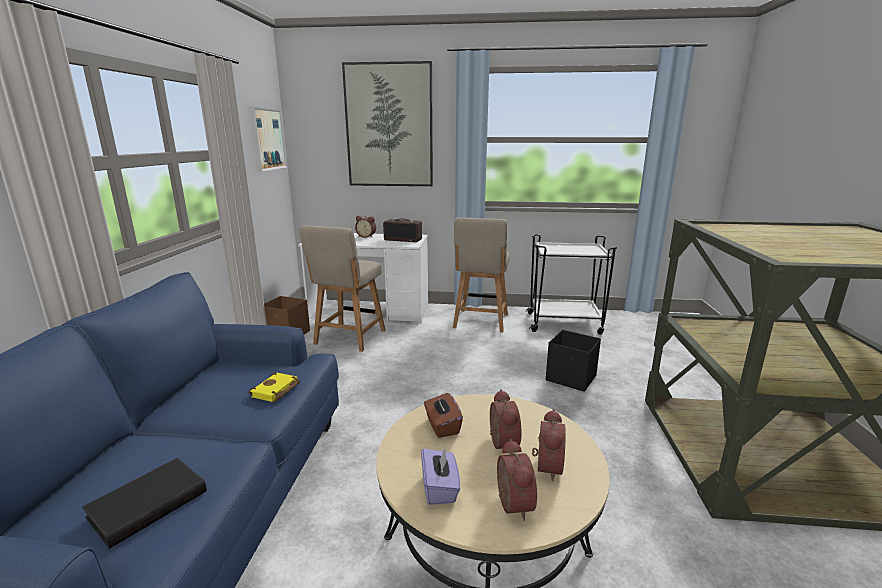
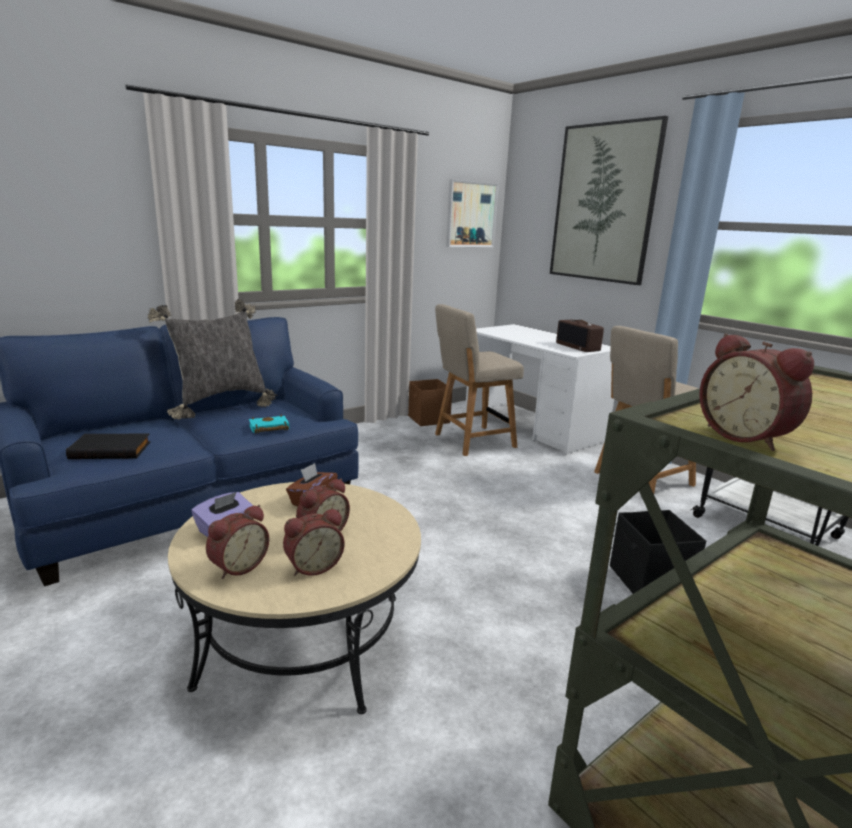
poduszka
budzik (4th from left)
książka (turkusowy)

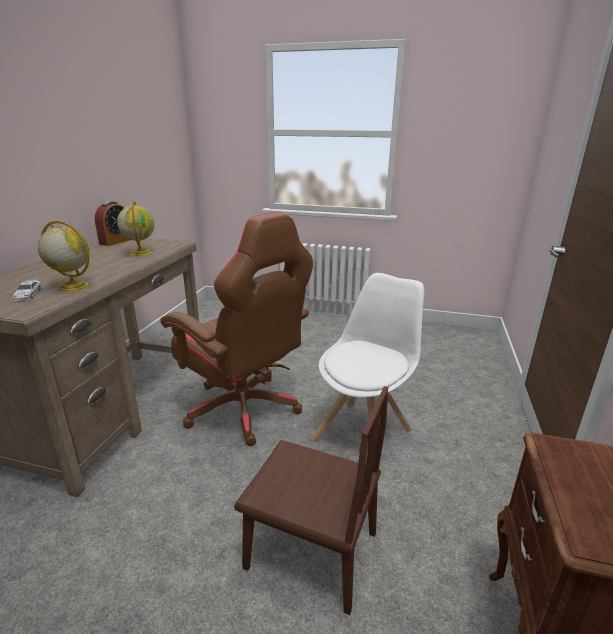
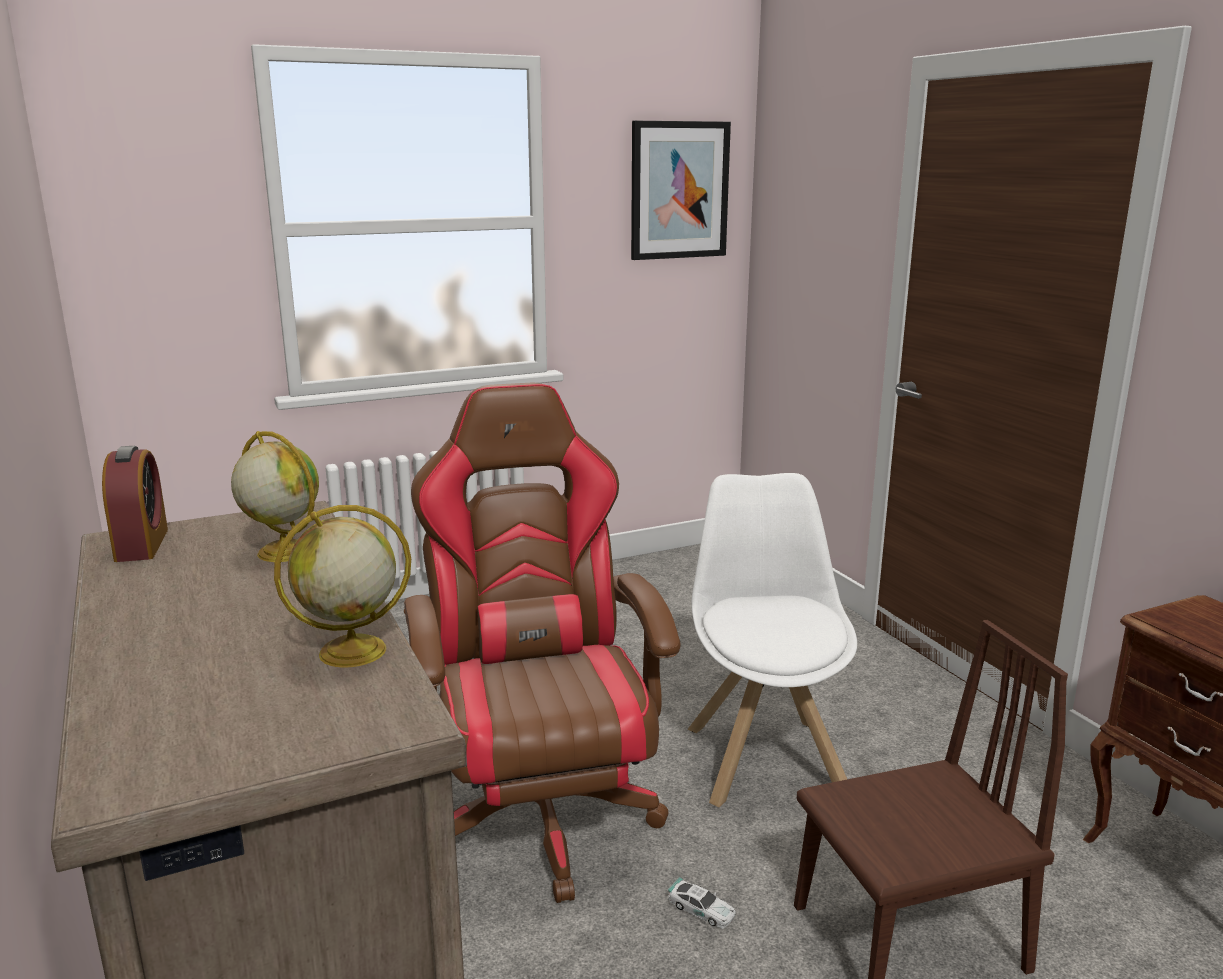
obraz
samochodzik
krzesło biurowe (brązowy)

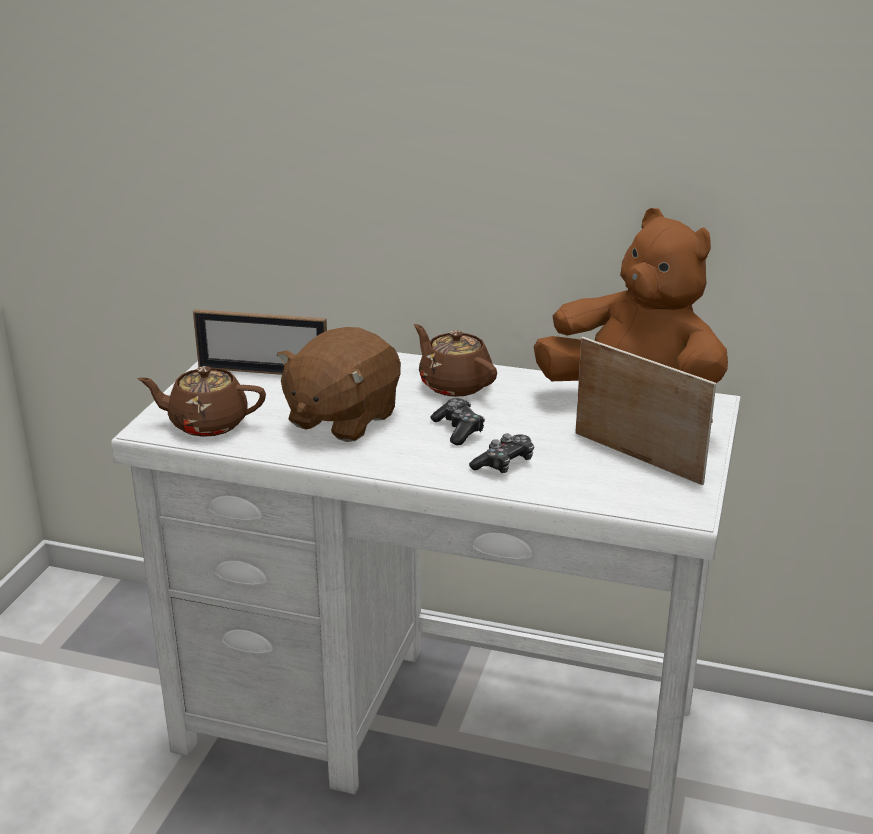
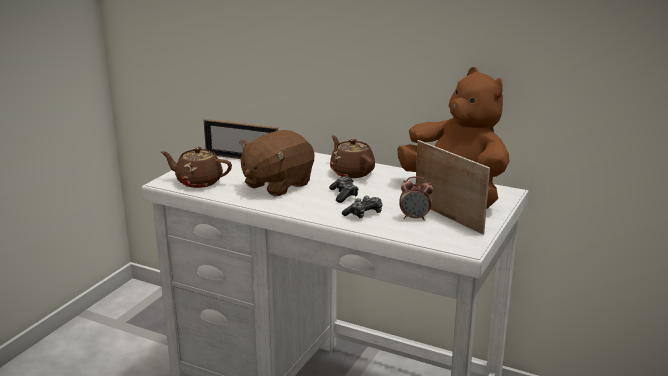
budzik

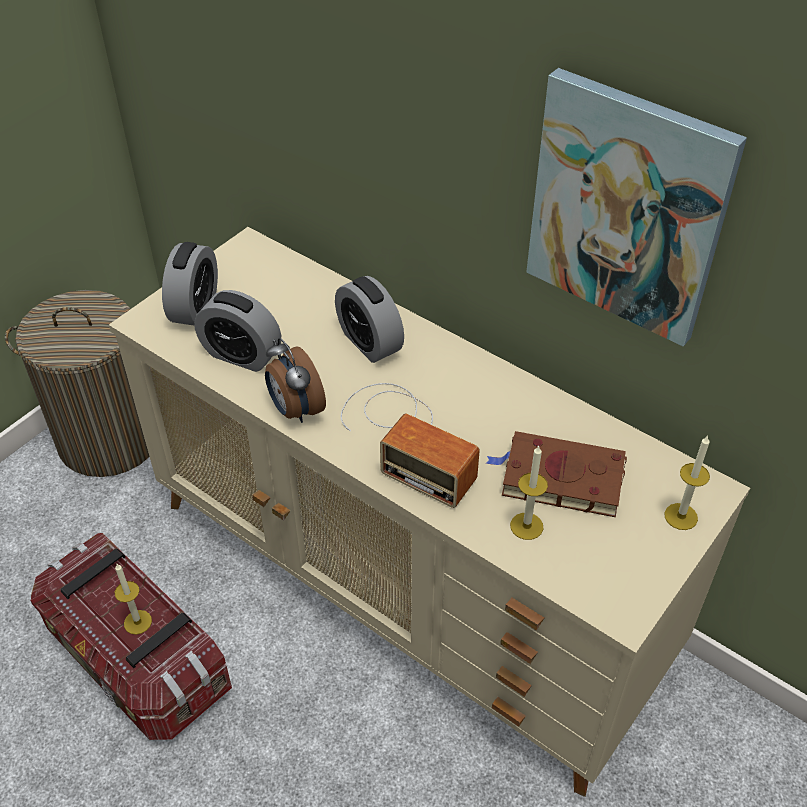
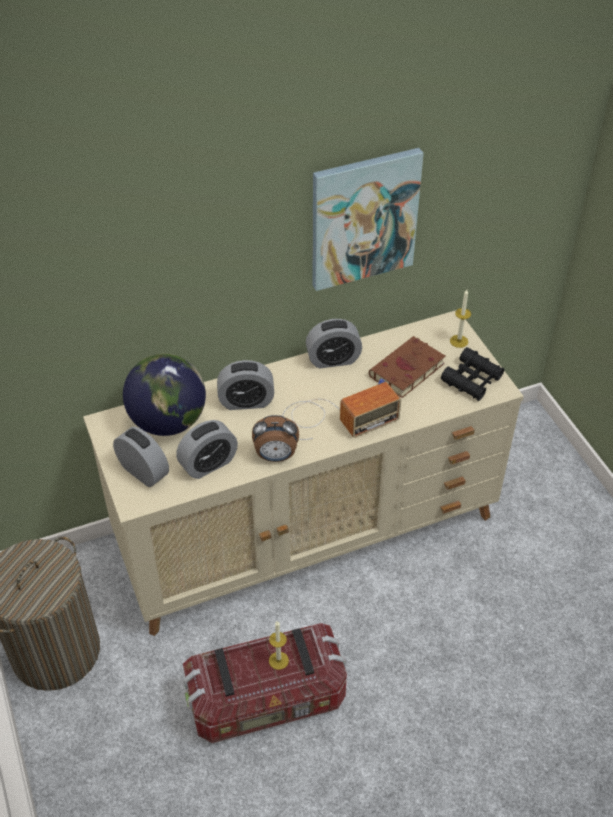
świeca (2nd from left in the first image)
globus
budzik (5th from left)
lornetka (czarny)

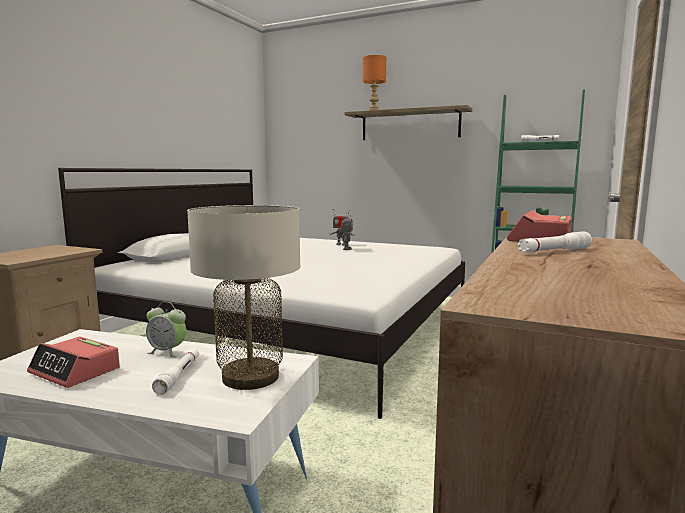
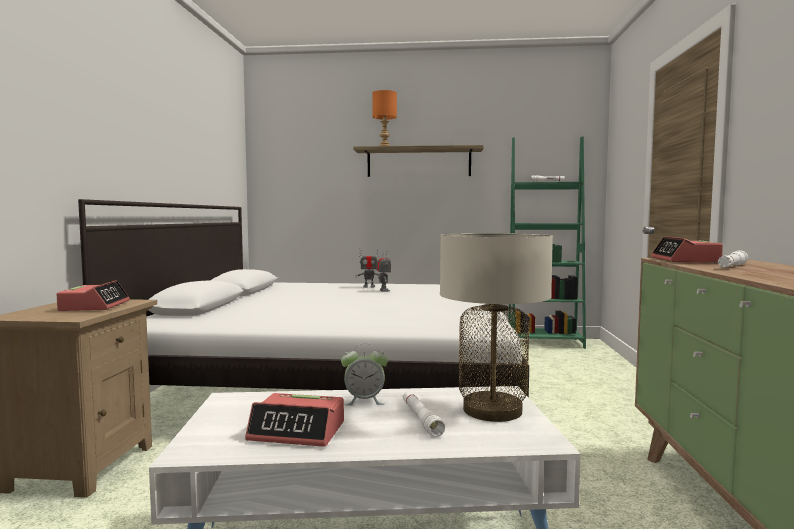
budzik (1st from left)

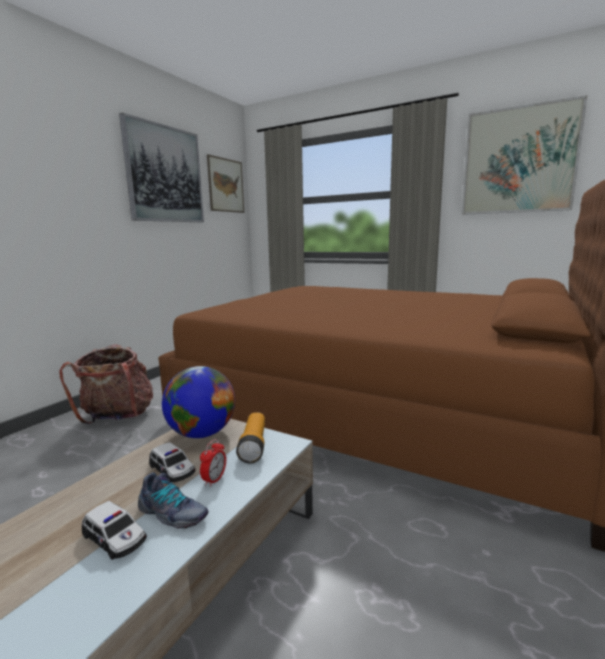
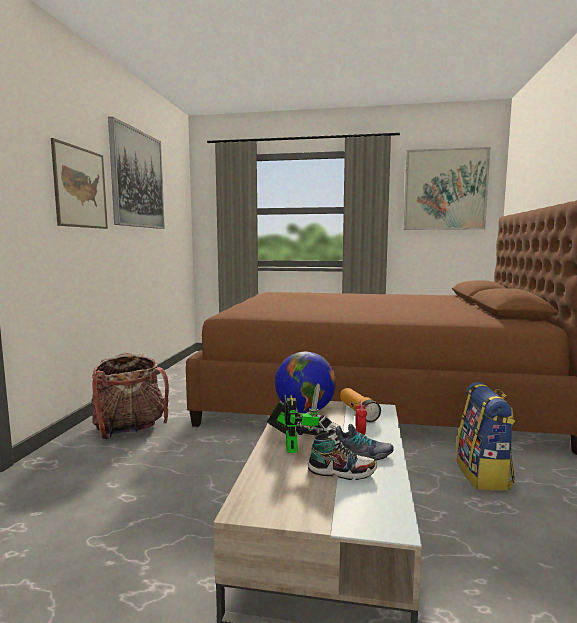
robot zabawkowy
plecak (2nd from left)
obraz (1st from left)
but (1st from left)

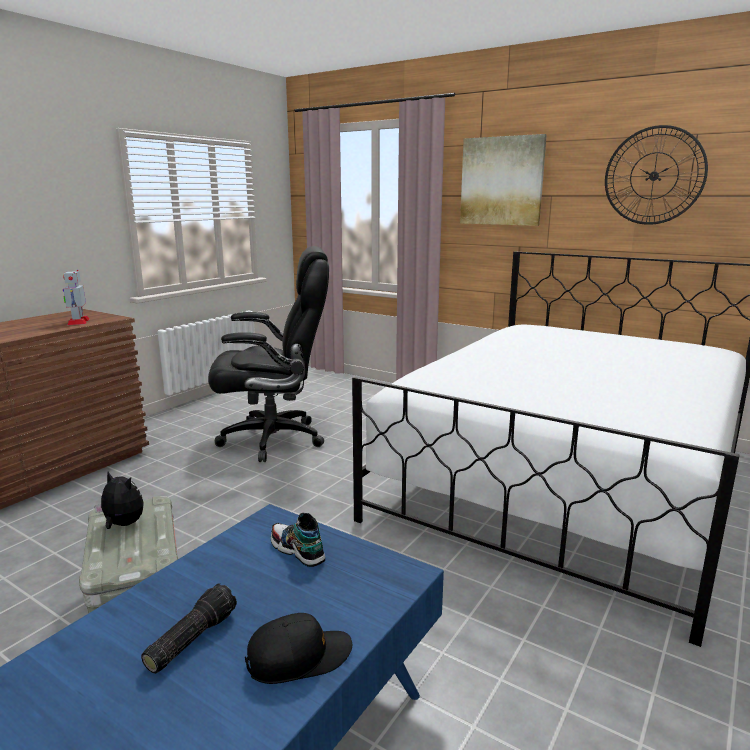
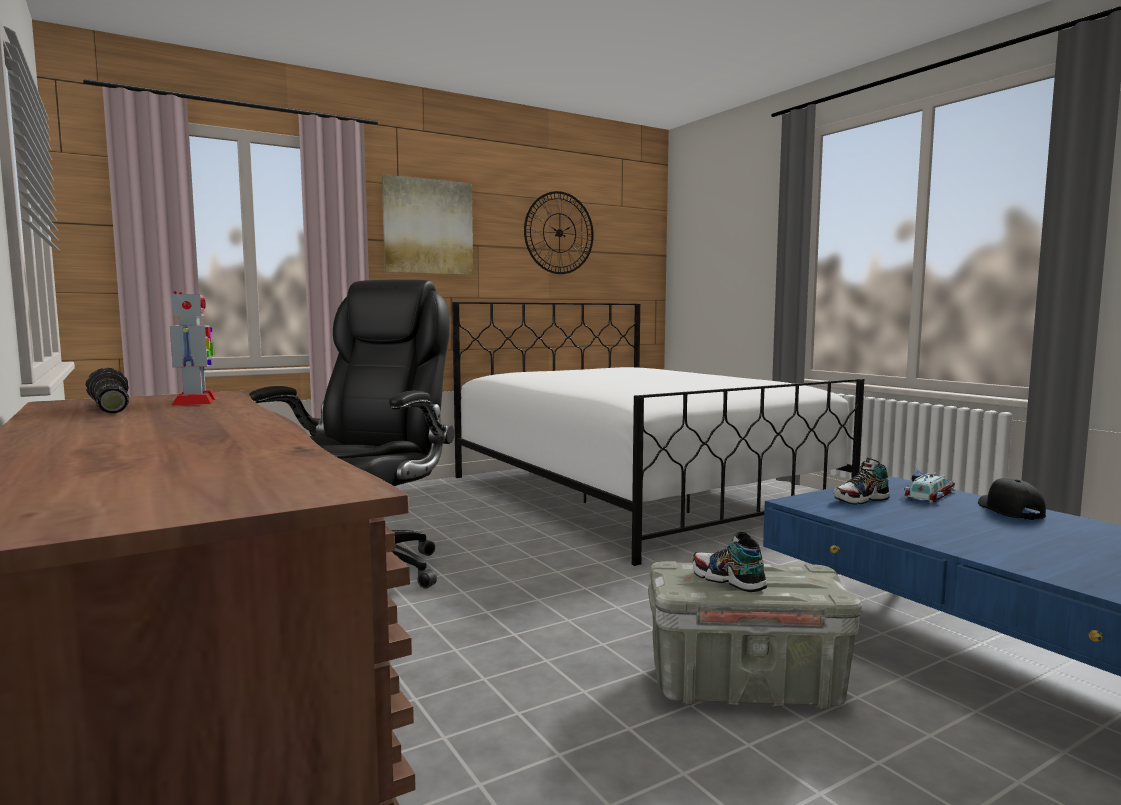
samochodzik
latarka
but (1st from left)
robot zabawkowy

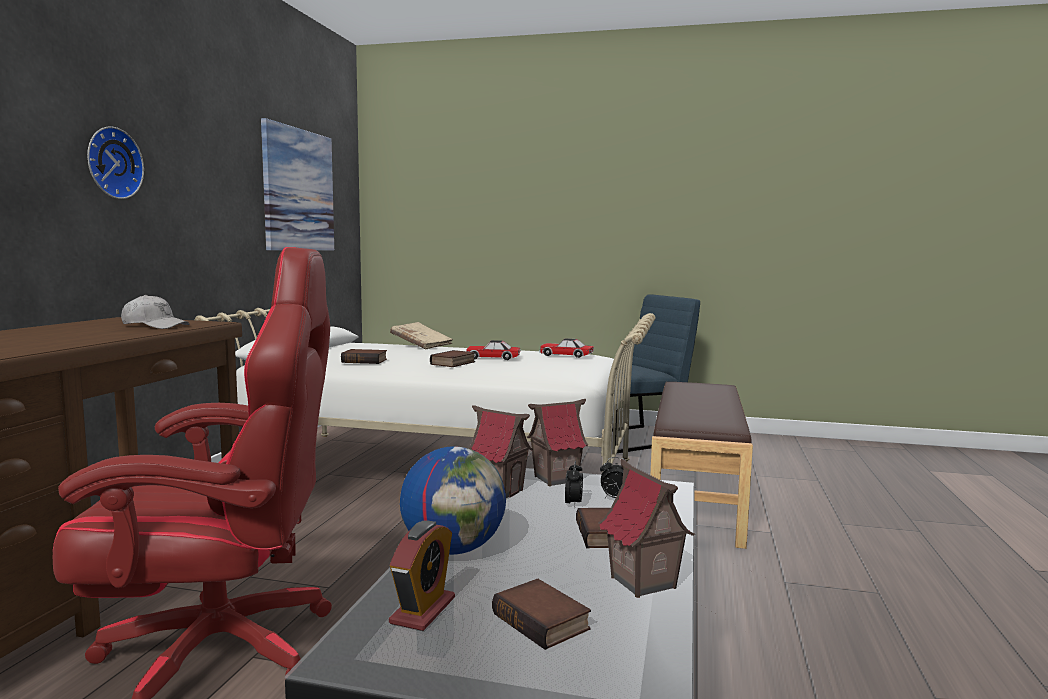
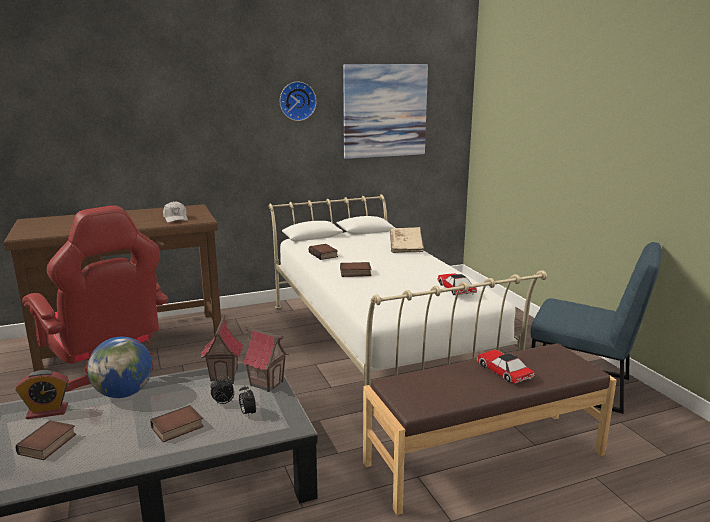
domek (3rd from left in the first image)
zegar ścienny
samochodzik (2nd from left)

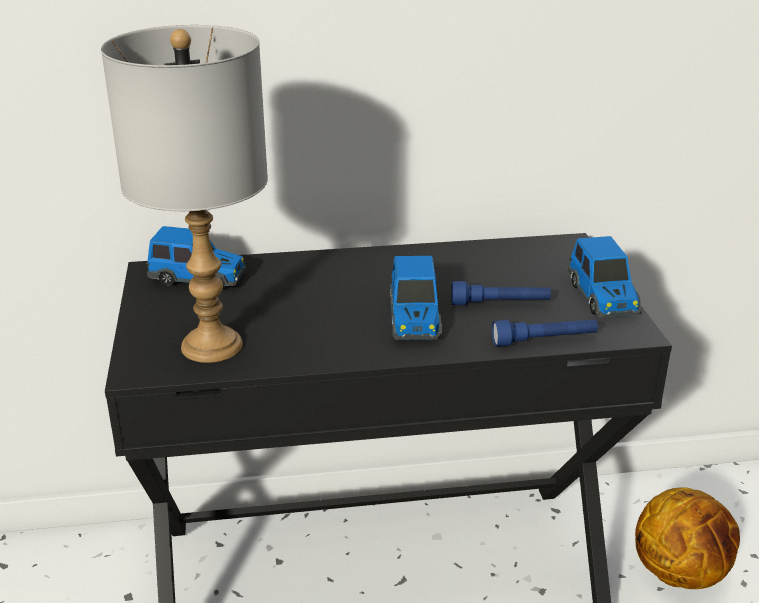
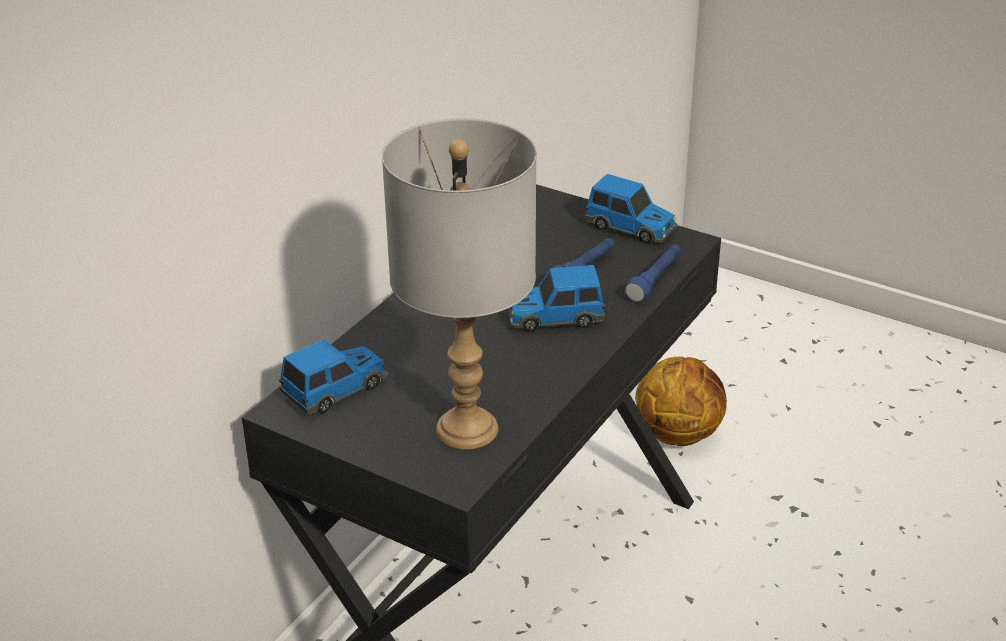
samochodzik (2nd from left)

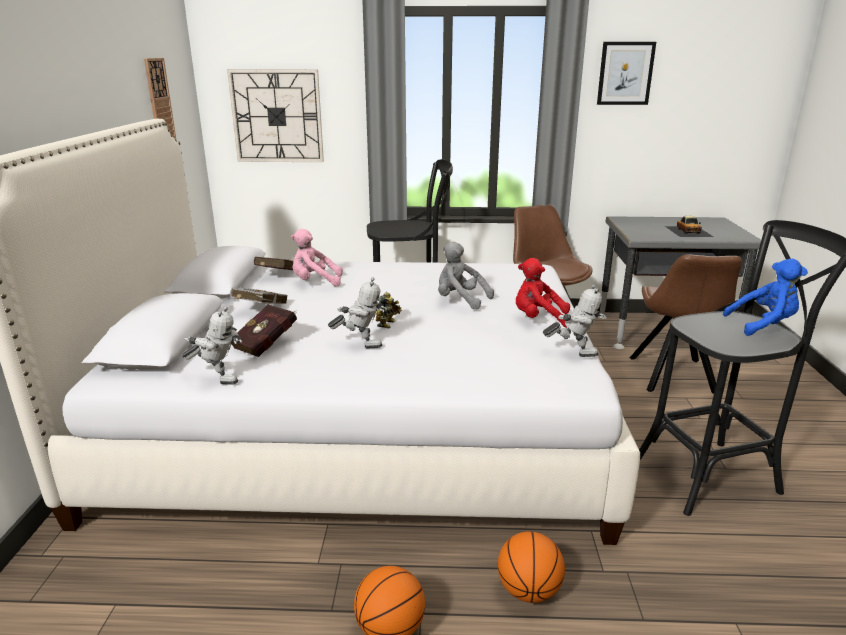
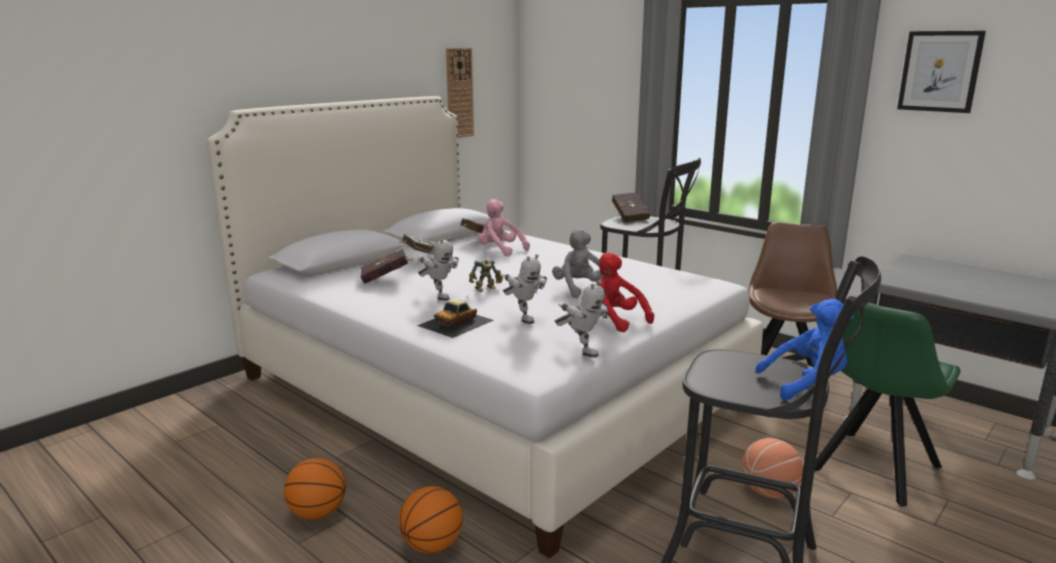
zegar ścienny (2nd from left in the first image)
książka (czerwony) (3rd from left)
piłka do koszykówki (3rd from left)
robot zabawkowy (3rd from left)
samochodzik
krzesło (zielony)
pluszak (niebieski)

